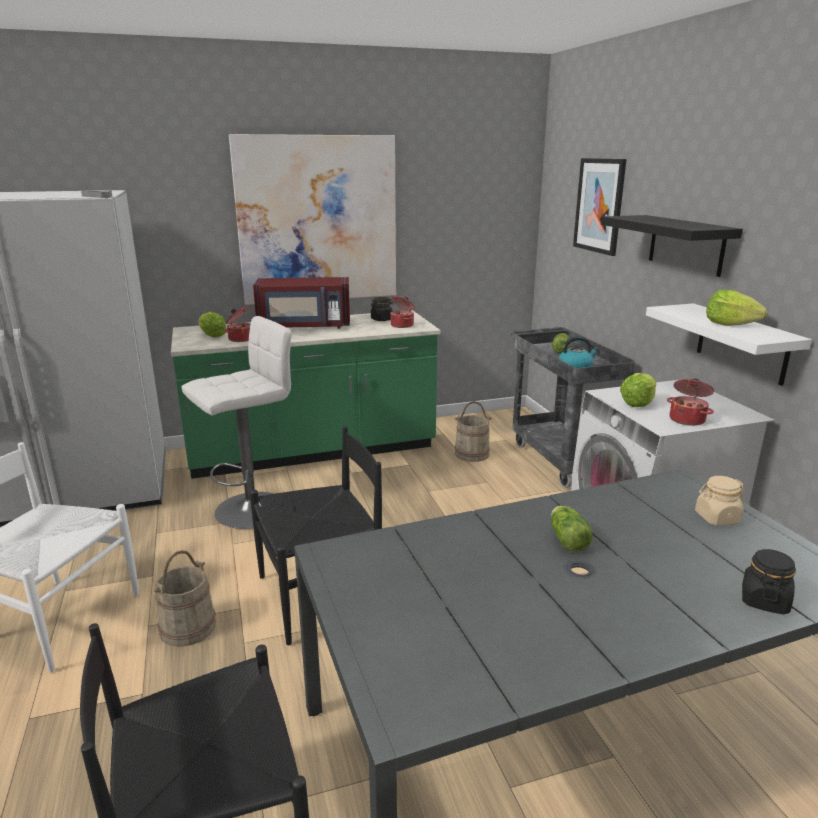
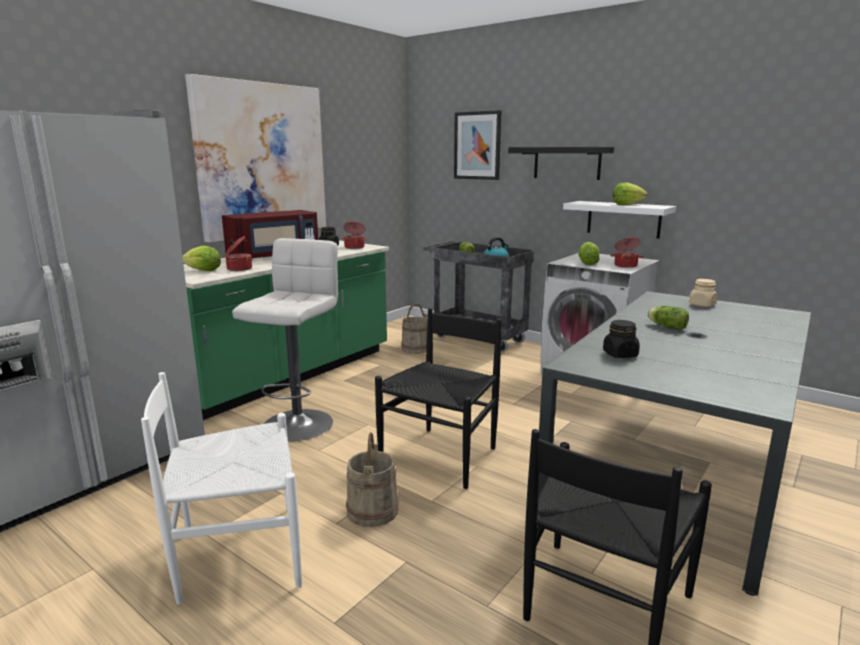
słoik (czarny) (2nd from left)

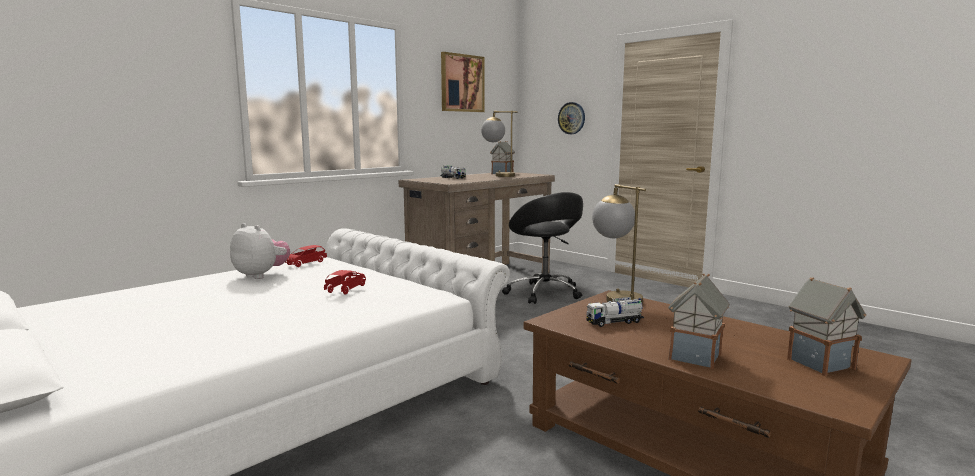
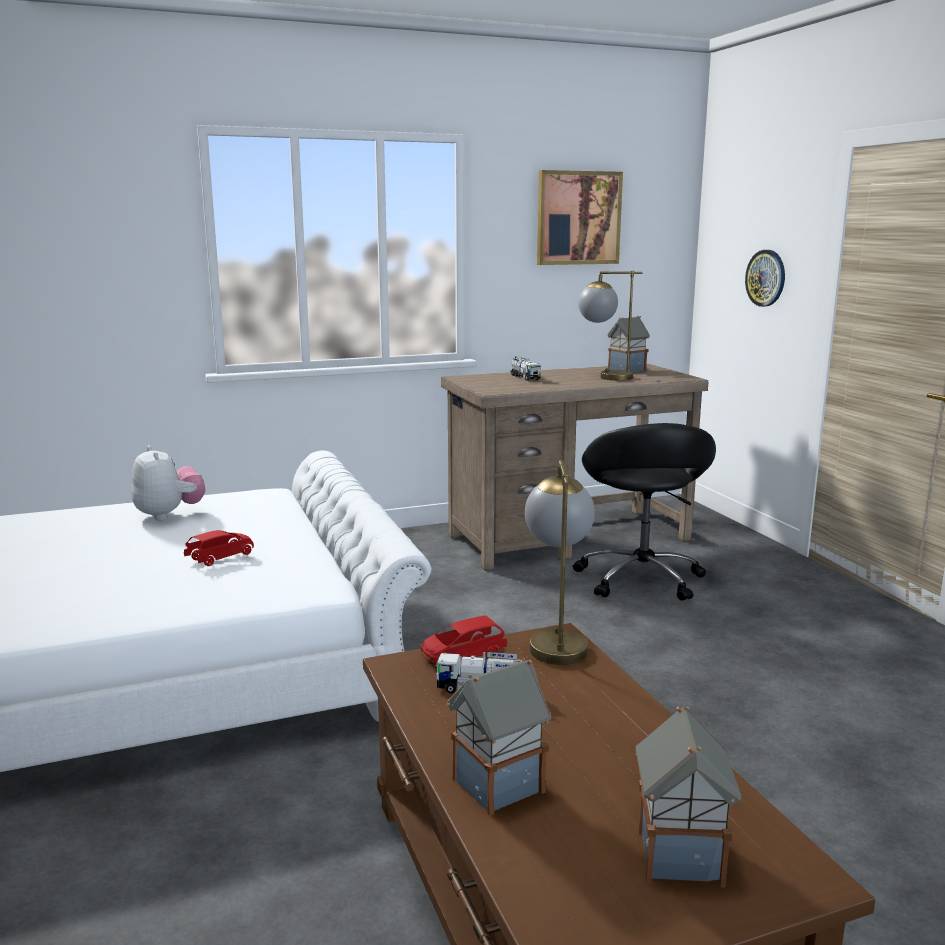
samochodzik (czerwony) (2nd from left)

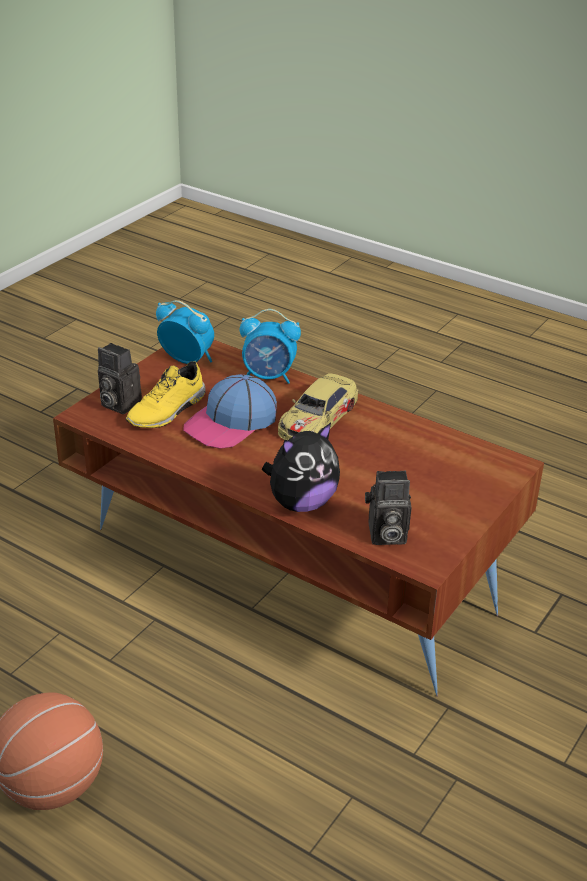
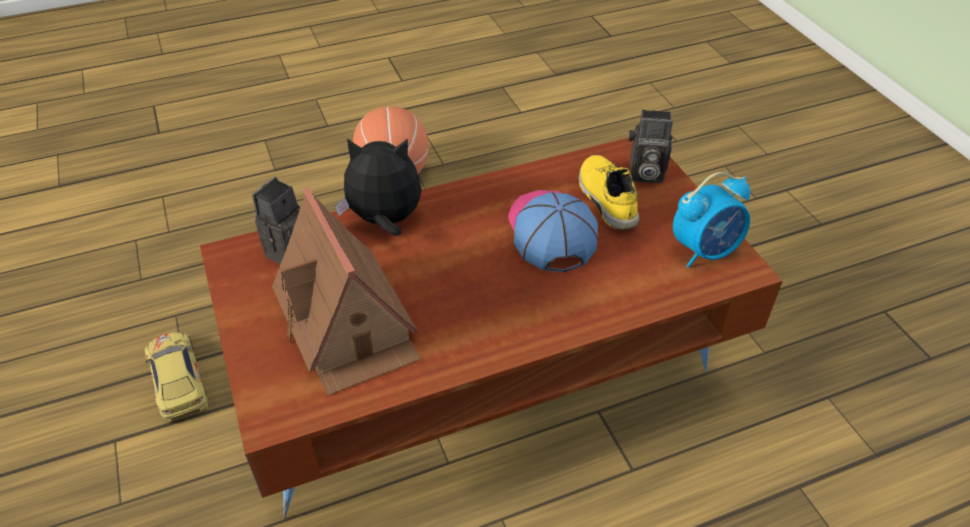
budzik (2nd from left in the first image)
domek
samochodzik
aparat fotograficzny (2nd from left)
pluszak

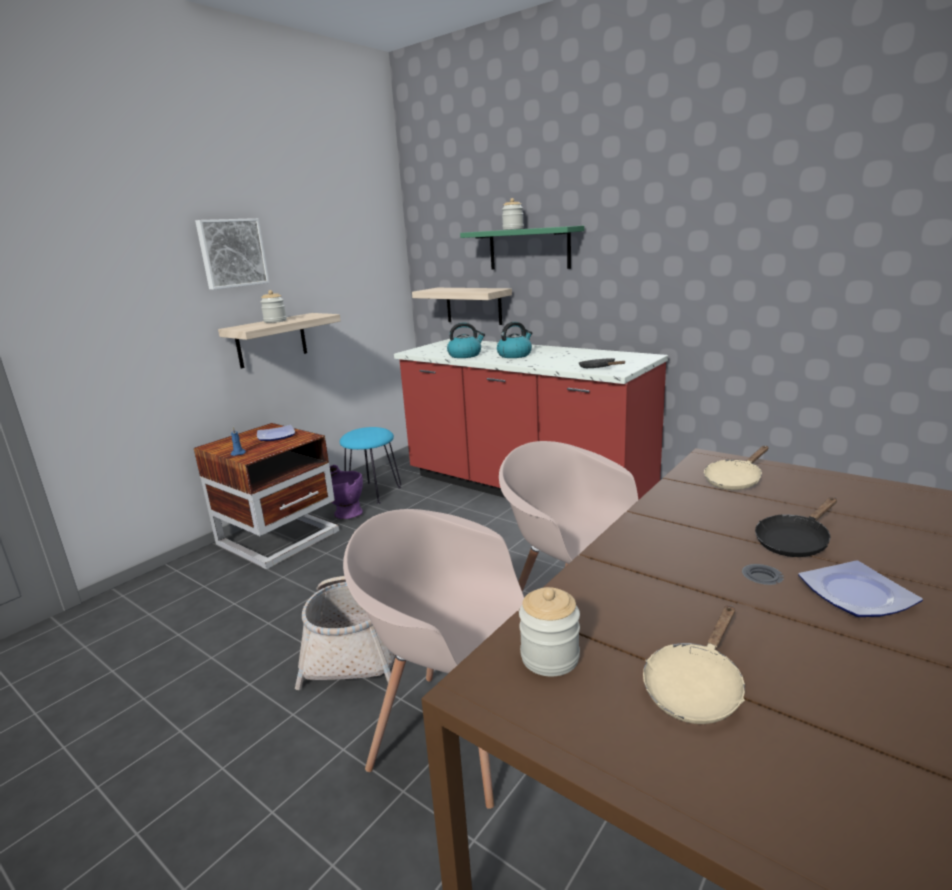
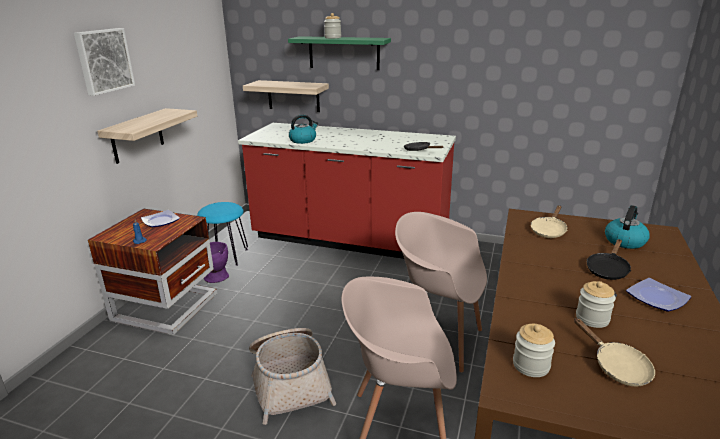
słoik (3rd from left)
czajnik (2nd from left)
patelnia (beżowy) (2nd from left)

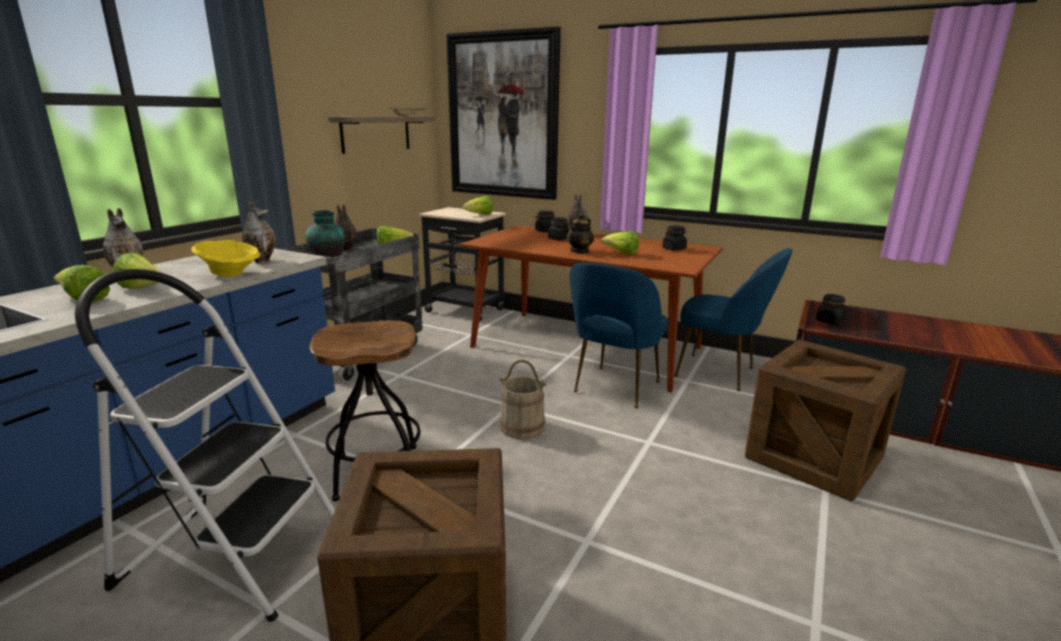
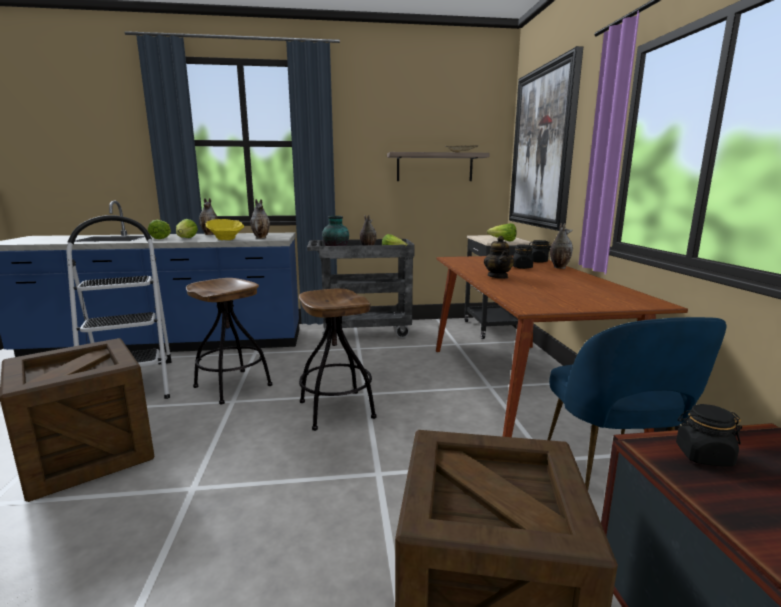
krzesło (niebieski) (1st from left in the first image)
sałata (5th from left in the first image)
słoik (czarny) (3rd from left in the first image)
stołek (brązowy) (2nd from left)
imbryk

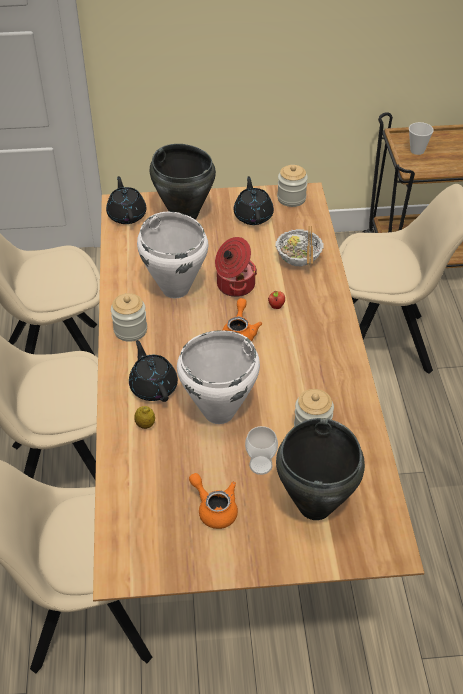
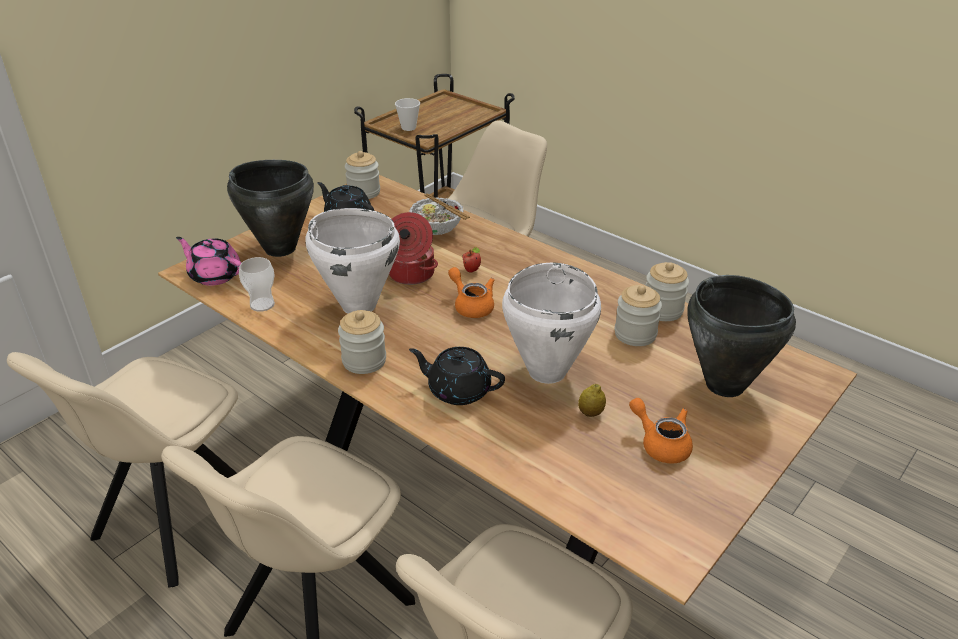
słoik (4th from left)
cytryna
filiżanka (1st from left)
imbryk (różowy)
imbryk (pomarańczowy) (2nd from left)

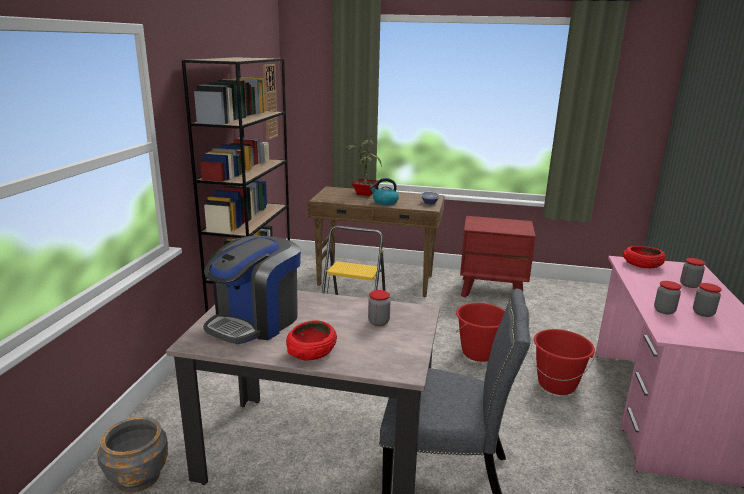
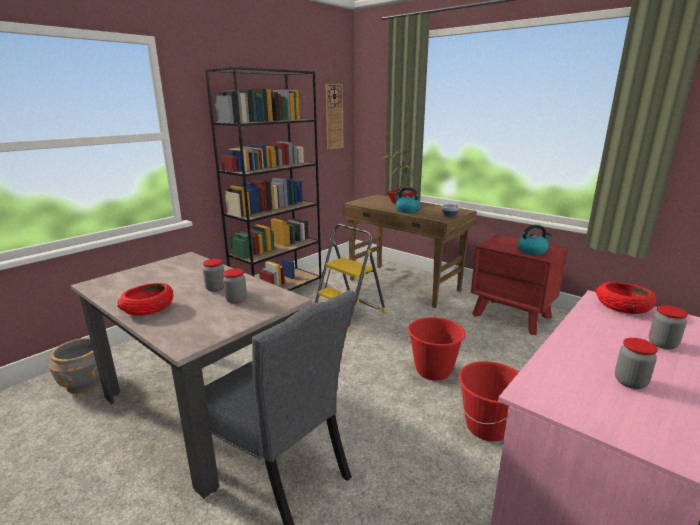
ekspres do kawy
czajnik (2nd from left)
słoik (1st from left)

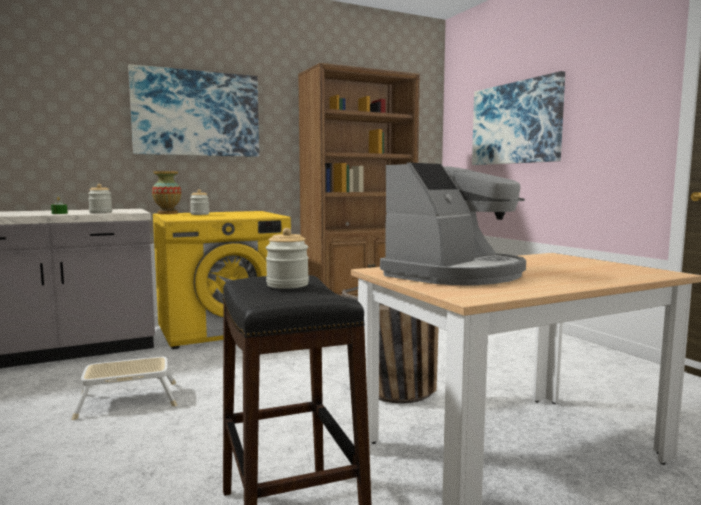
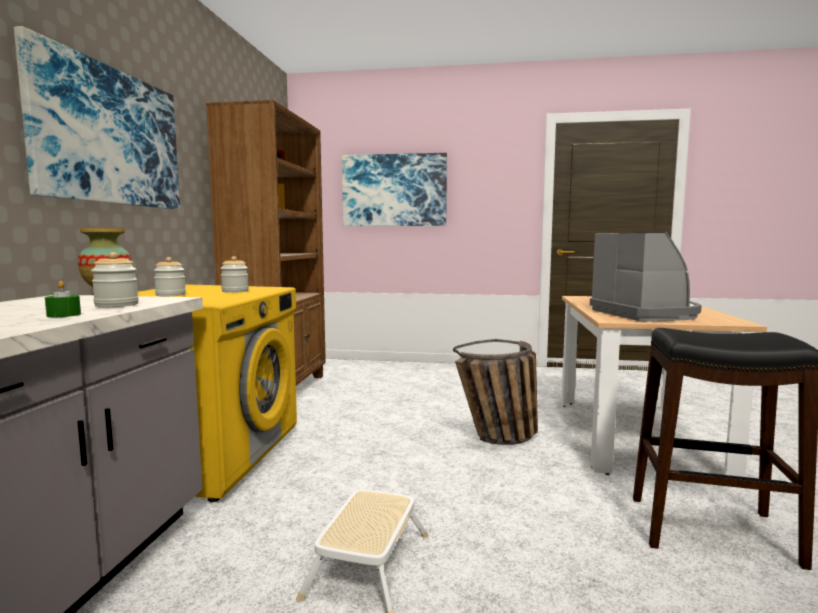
słoik (3rd from left)

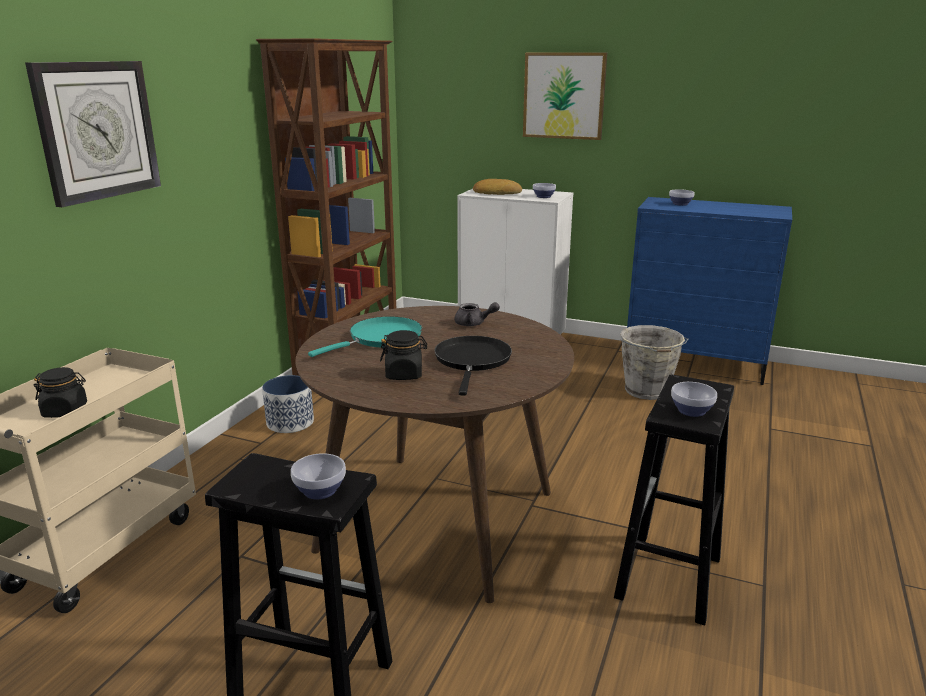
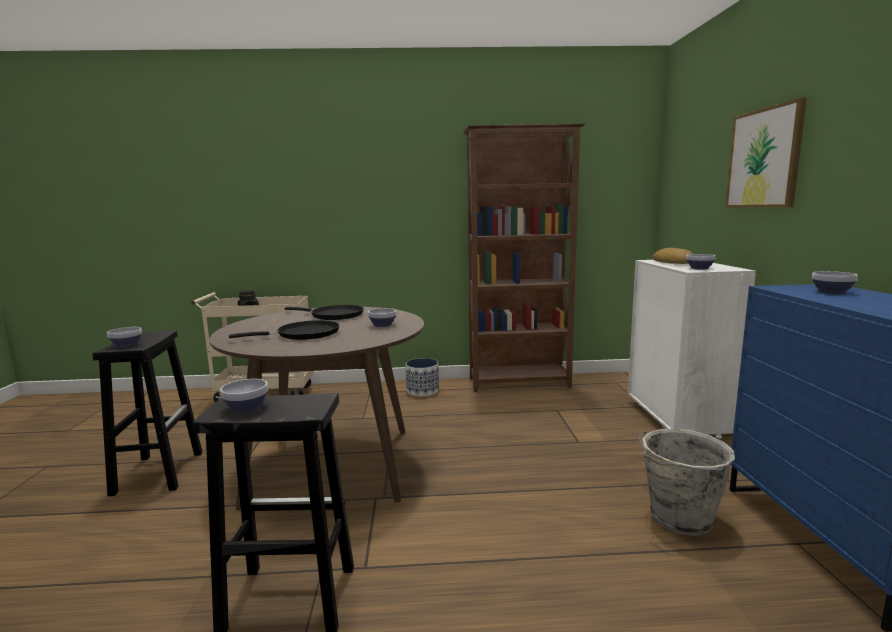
zegar ścienny
słoik (czarny) (2nd from left in the first image)
miska (3rd from left)
patelnia (czarny) (2nd from left)

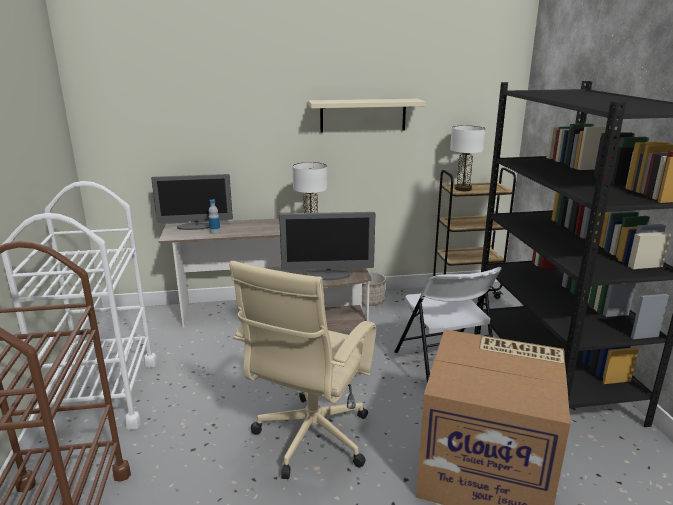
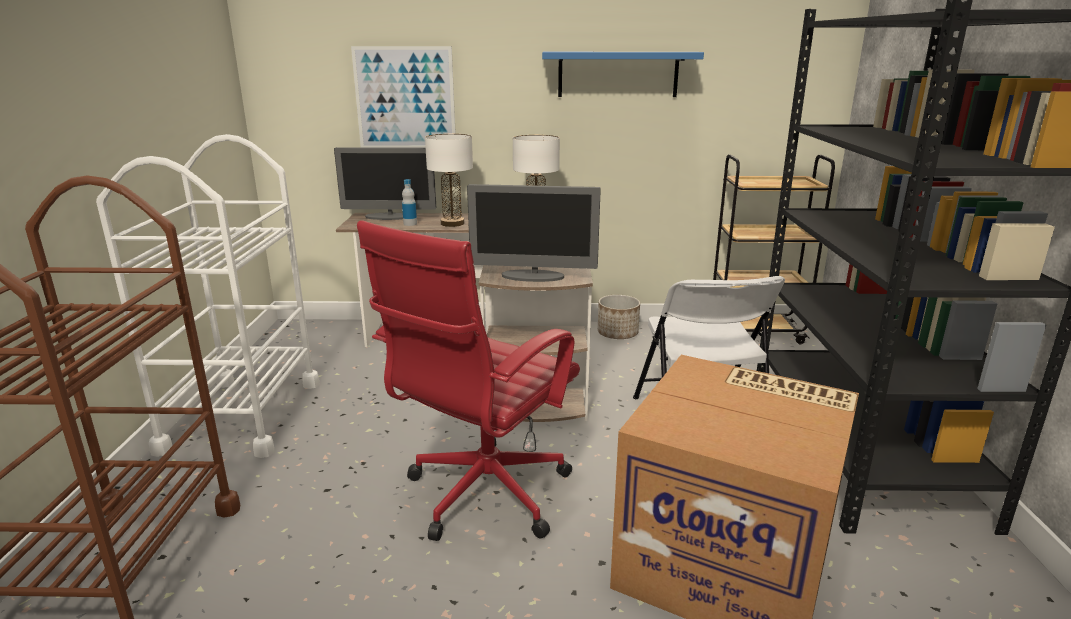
obraz
lampa stołowa (1st from left)
krzesło biurowe (czerwony)
półka (niebieski)

